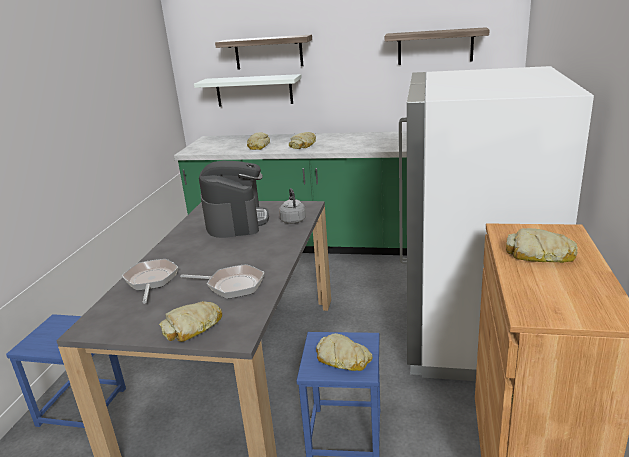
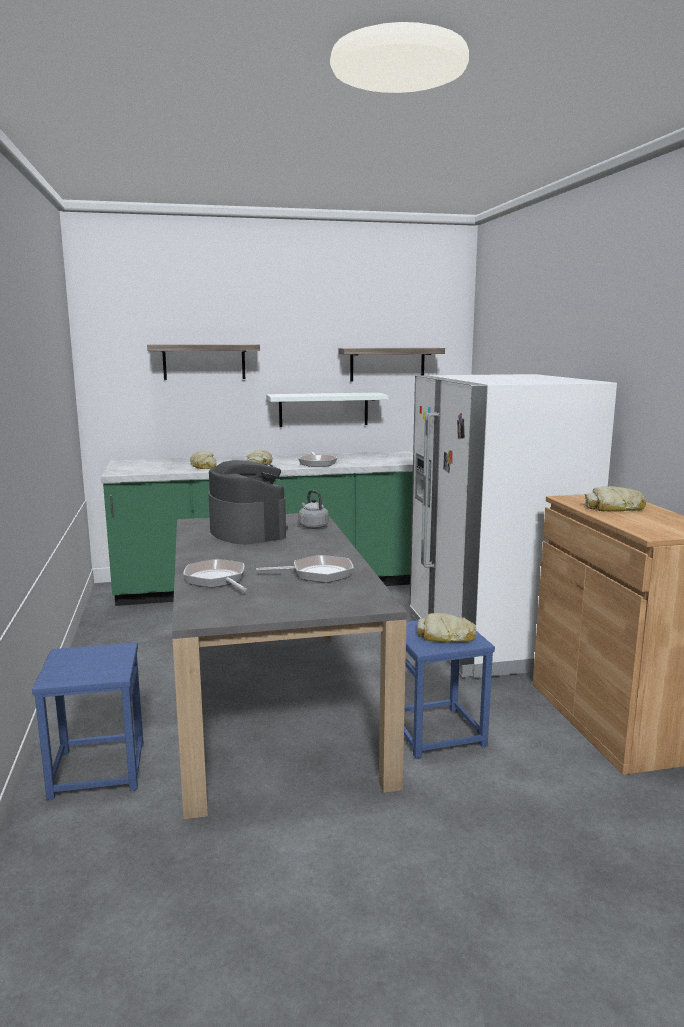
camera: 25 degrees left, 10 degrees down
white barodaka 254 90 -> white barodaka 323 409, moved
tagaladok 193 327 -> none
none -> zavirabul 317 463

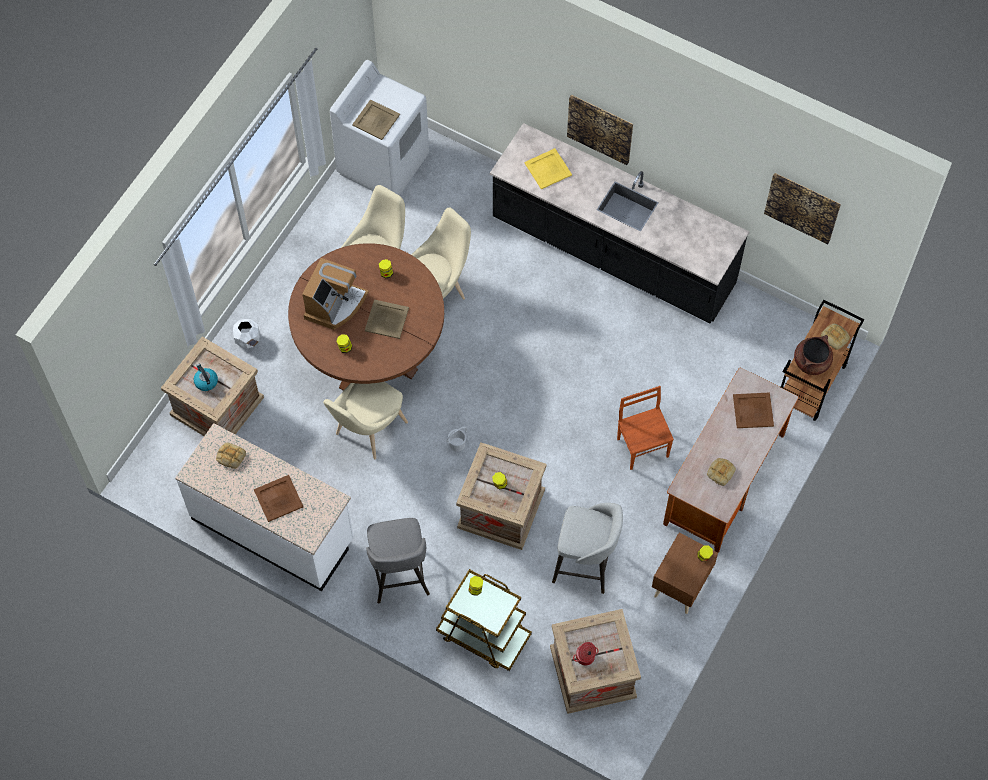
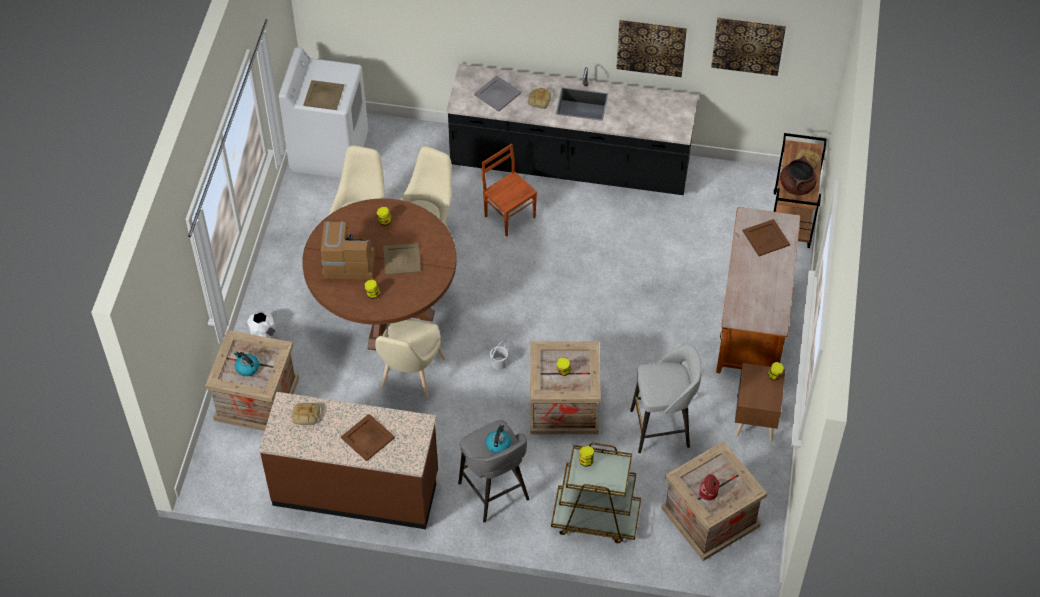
camera: 20 degrees left, 10 degrees down
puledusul 600 128 -> puledusul 651 47, moved
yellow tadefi 548 169 -> grey tadefi 498 94
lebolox 335 305 -> lebolox 348 261, 90 degrees counterclockwise
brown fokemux 643 446 -> brown fokemux 510 216, moved
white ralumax 273 528 -> brown ralumax 356 489
tagaladok 720 472 -> tagaladok 539 99, moved
none -> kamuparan 498 444

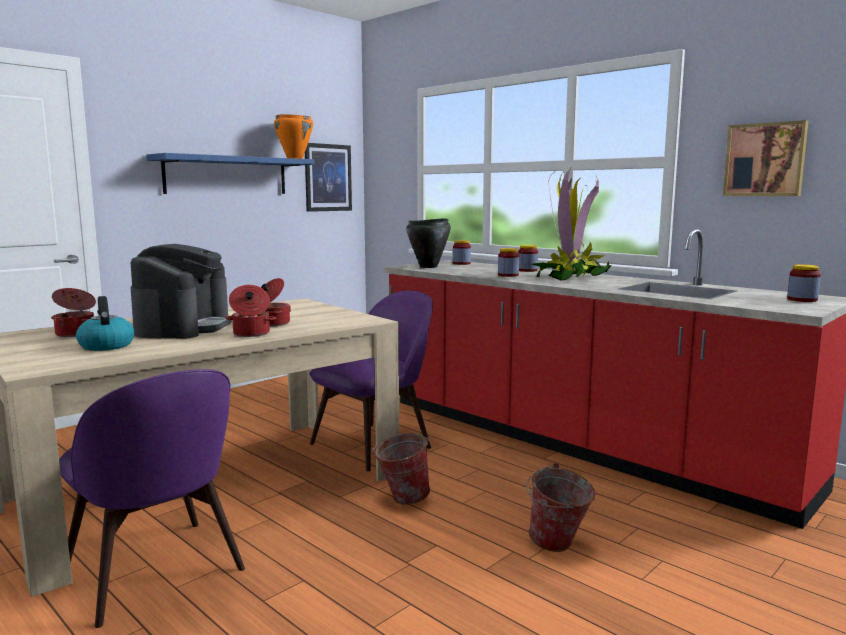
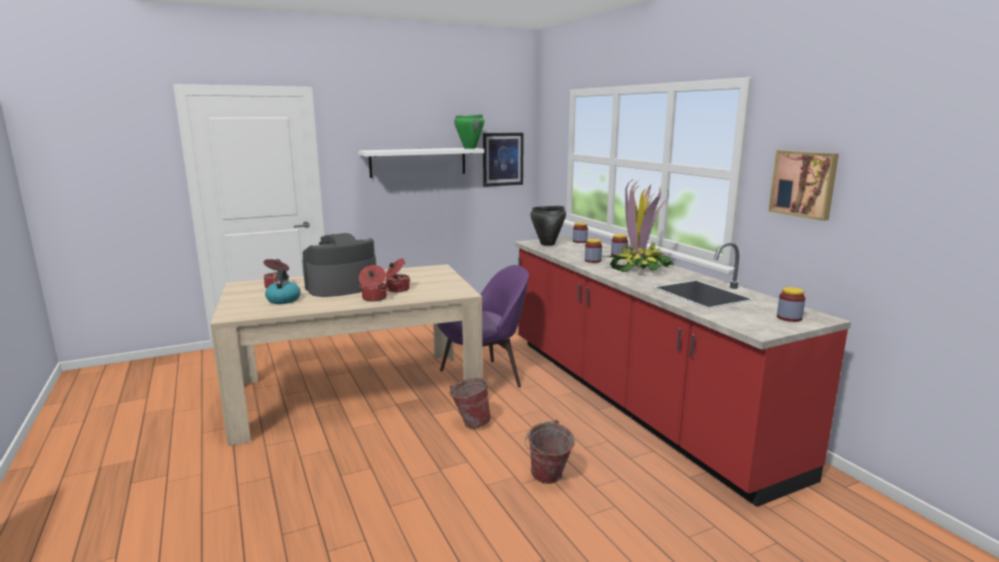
camera: 20 degrees right, 5 degrees up
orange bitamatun 295 158 -> green bitamatun 470 148
blue barodaka 227 175 -> white barodaka 418 162
lebolox 184 327 -> lebolox 341 287, 150 degrees counterclockwise
purple fokemux 156 572 -> none

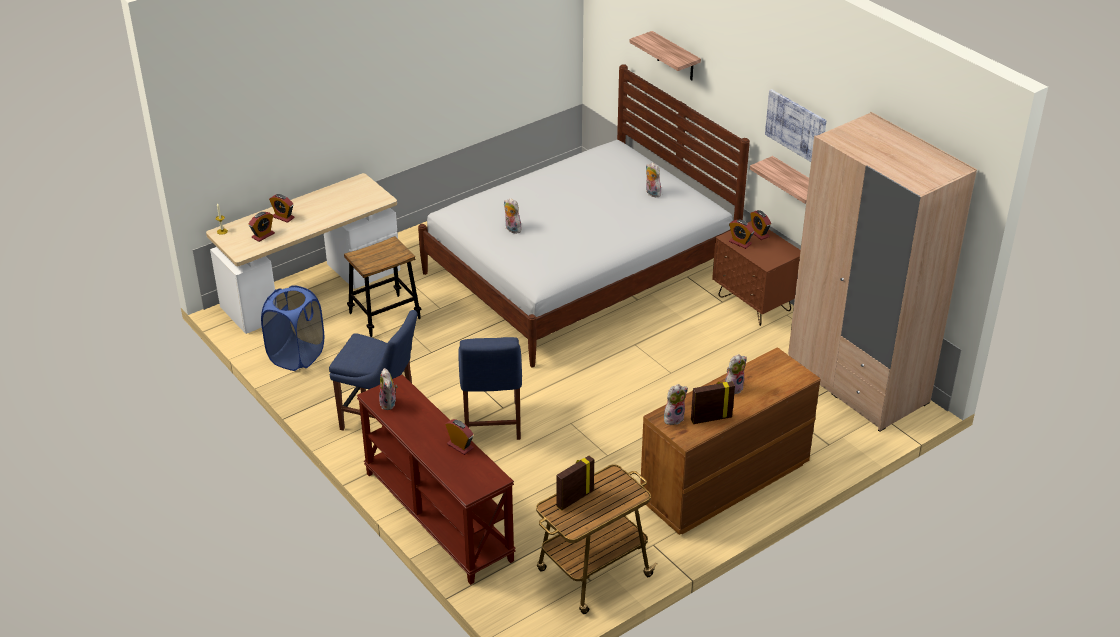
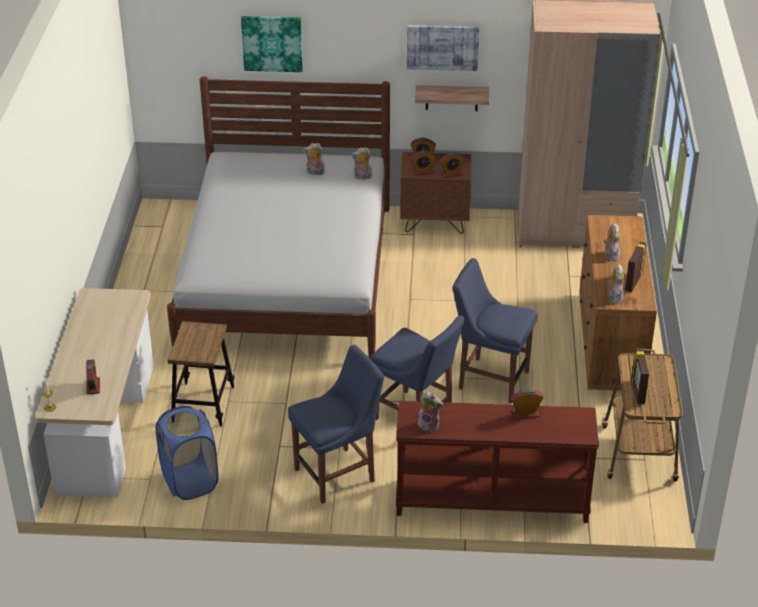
camera: 50 degrees left, 0 degrees up
barodaka 675 57 -> puledusul 272 43
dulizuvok 283 217 -> dulizuvok 451 174, moved
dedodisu 511 229 -> dedodisu 362 177, moved
none -> blue fokemux 490 378

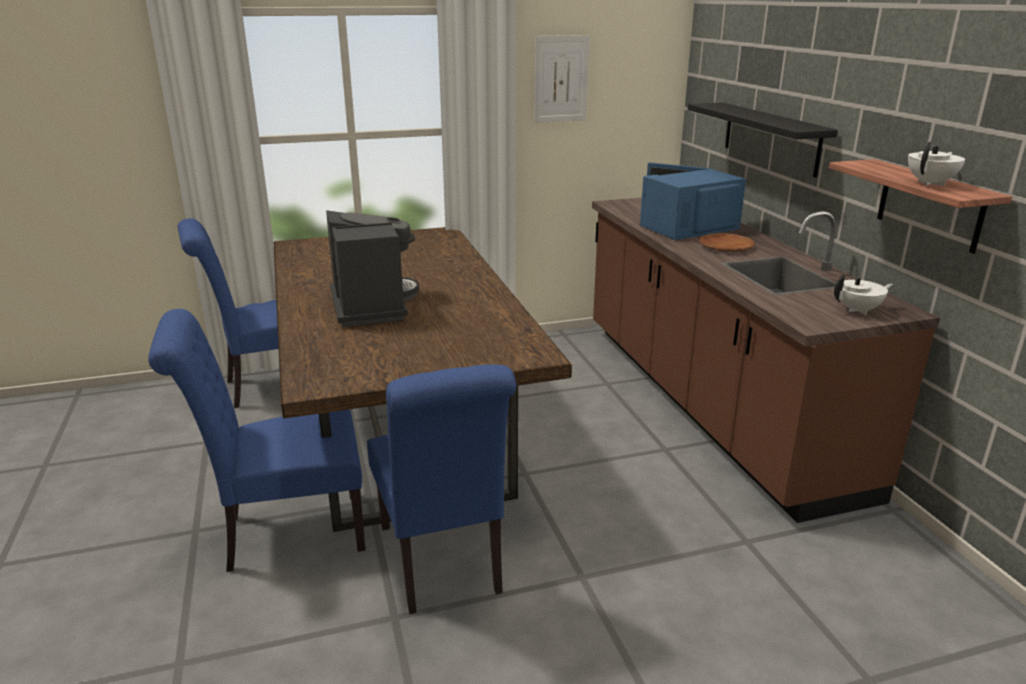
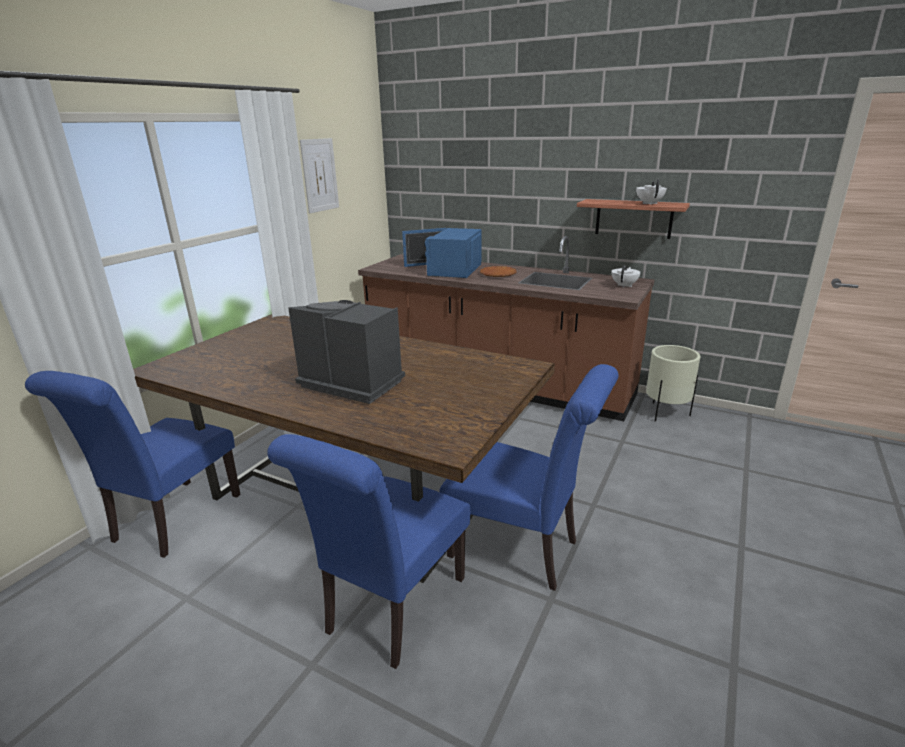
camera: 45 degrees left, 0 degrees up
black barodaka 770 138 -> none
none -> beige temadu 666 413

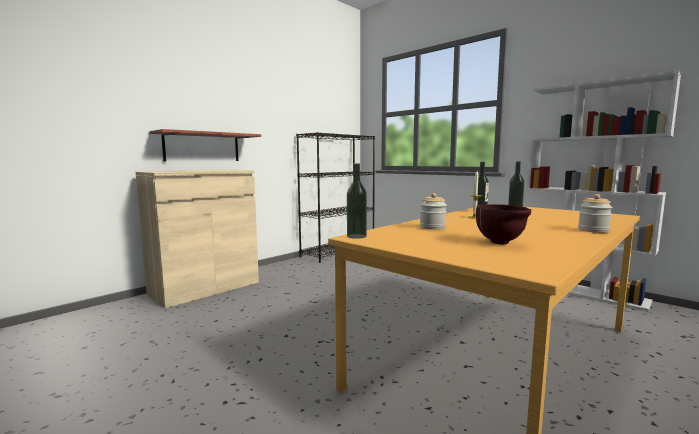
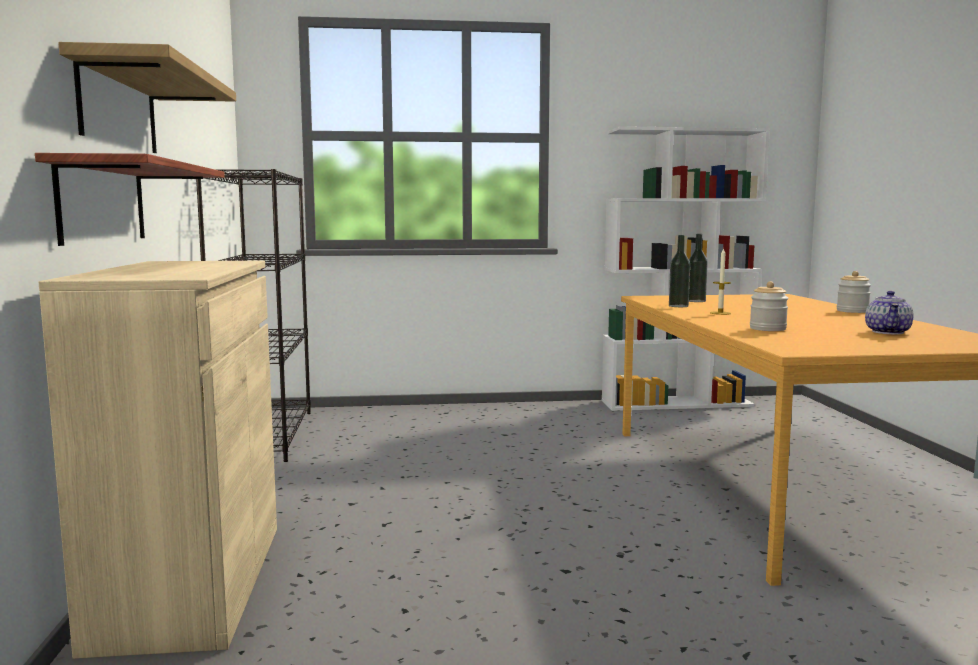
camera: 50 degrees left, 0 degrees up
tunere 356 236 -> none
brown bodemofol 501 243 -> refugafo 888 332
none -> barodaka 118 108

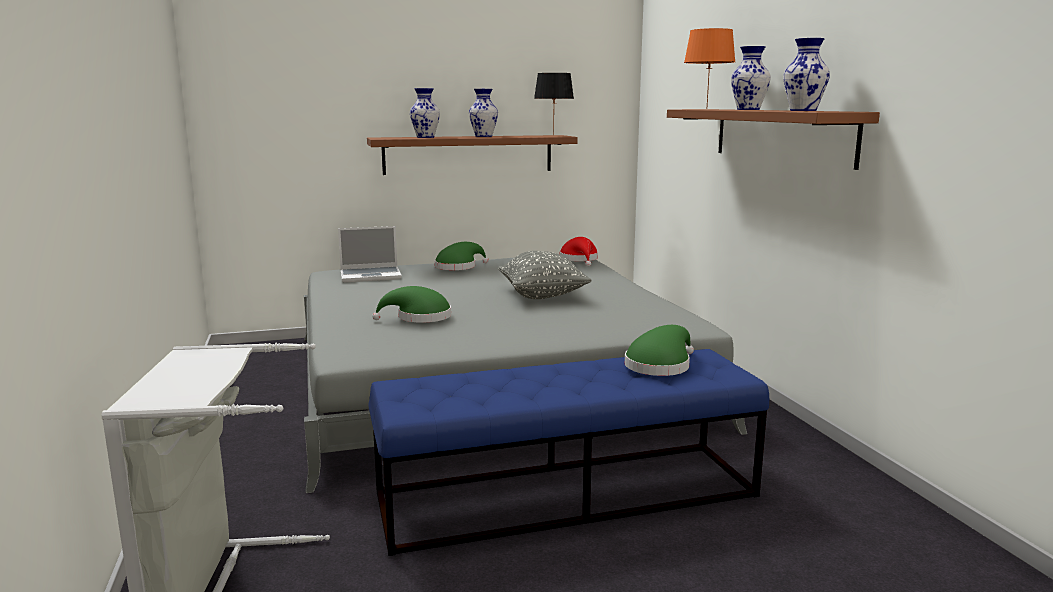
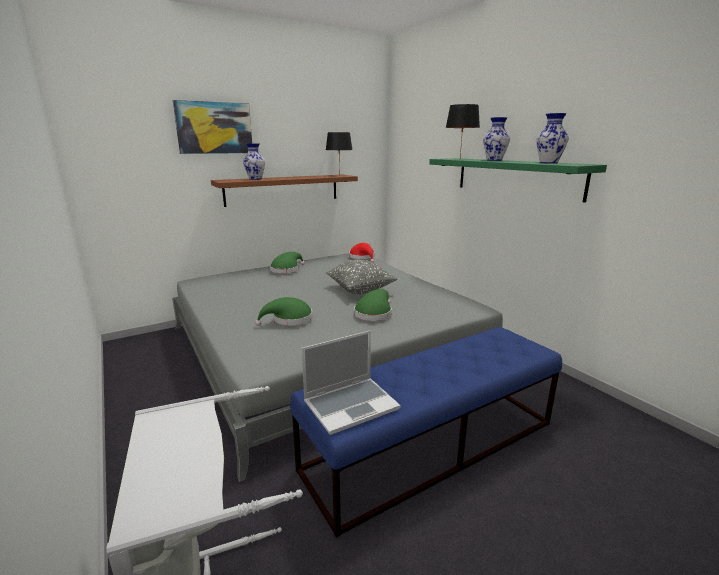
camera: 15 degrees left, 5 degrees up
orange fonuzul 707 109 -> black fonuzul 460 159
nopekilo 483 136 -> none
brown barodaka 781 135 -> green barodaka 516 177
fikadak 371 276 -> fikadak 351 405, moved
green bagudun 660 365 -> green bagudun 374 313, moved
none -> puledusul 214 128

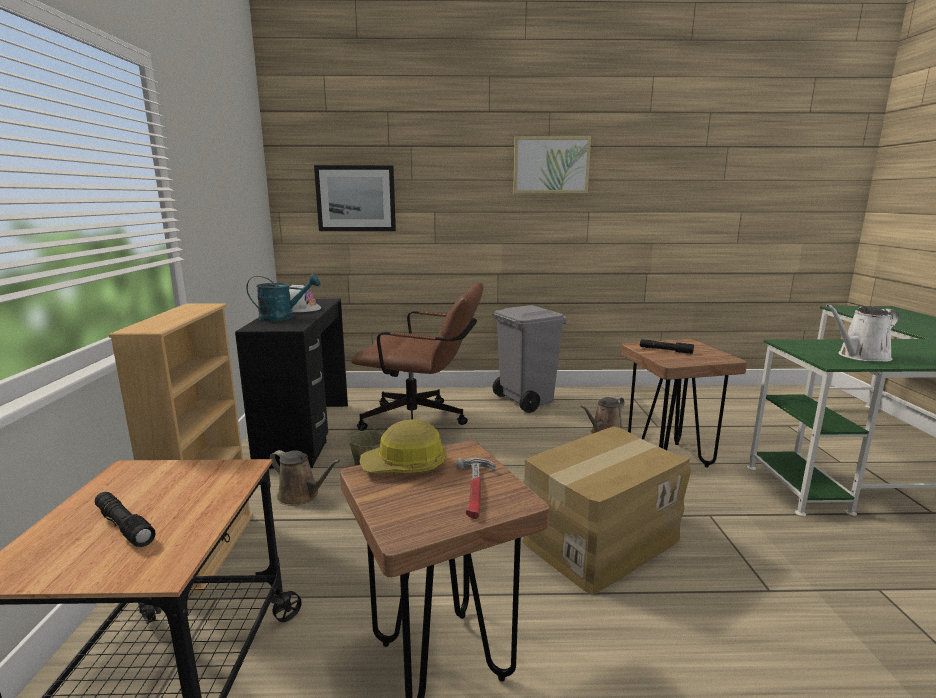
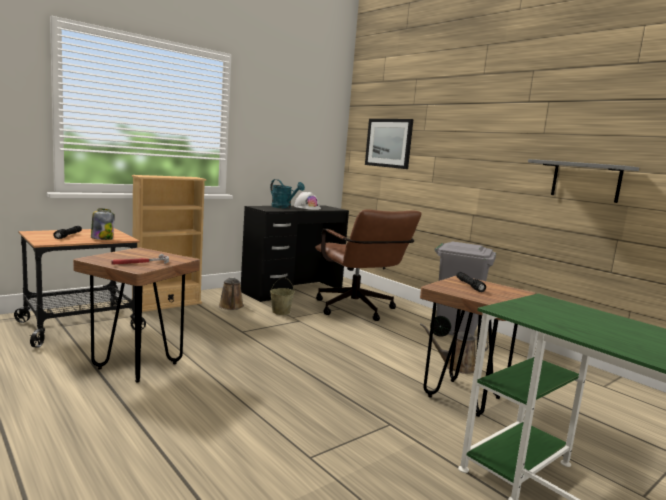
camera: 50 degrees right, 5 degrees down
puledusul 551 165 -> none
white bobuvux 860 356 -> none
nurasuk 405 466 -> none
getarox 599 540 -> none
none -> grey barodaka 585 181
none -> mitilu 102 238

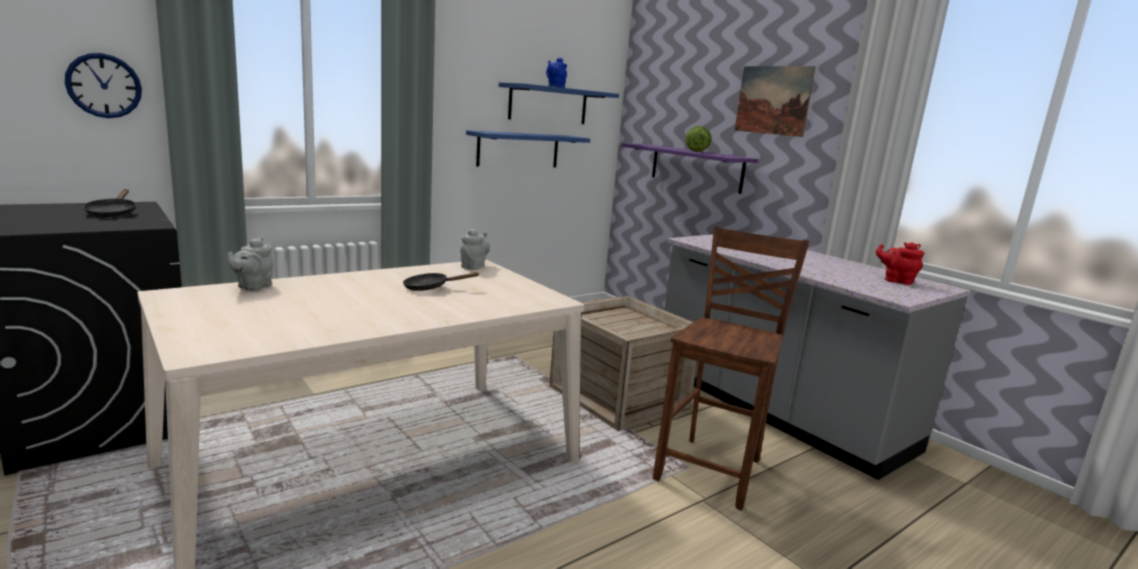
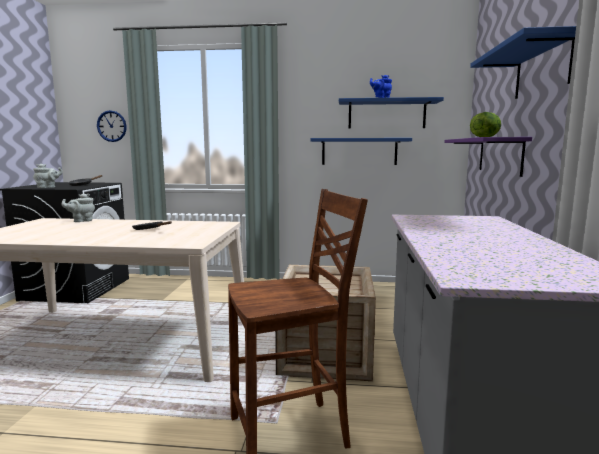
camera: 45 degrees right, 5 degrees down
puledusul 773 100 -> blue barodaka 542 69
grey refugafo 474 266 -> grey refugafo 48 187, moved
red refugafo 896 281 -> none

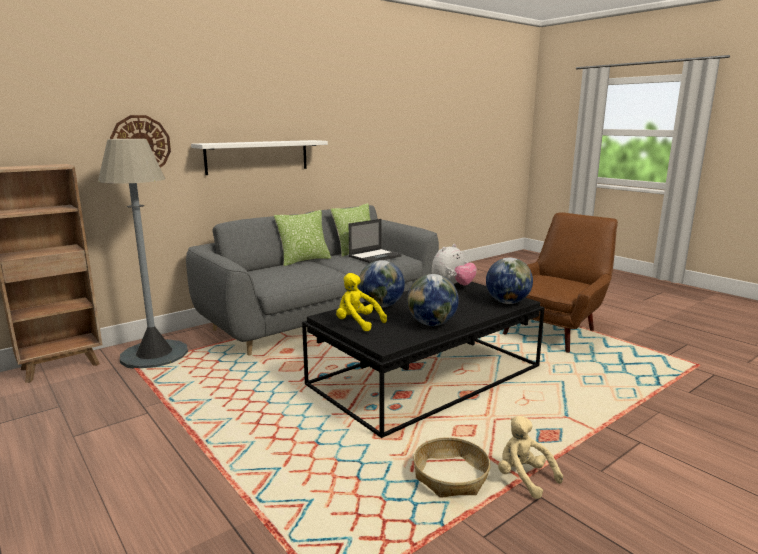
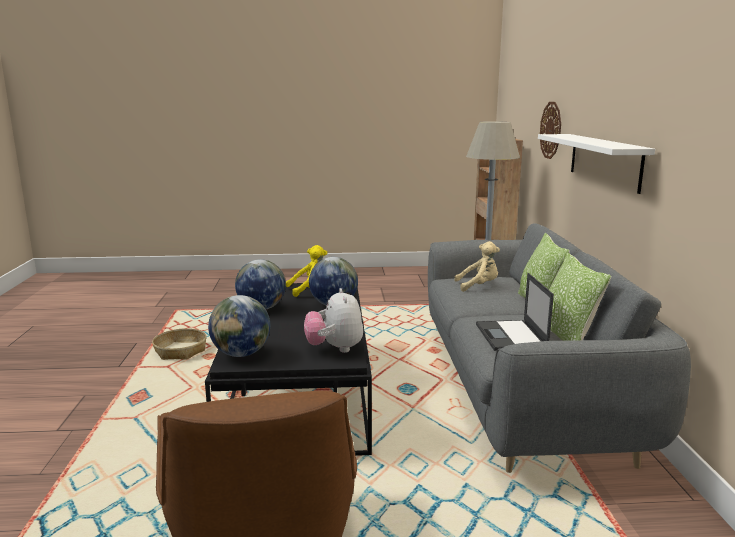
camera: 125 degrees right, 0 degrees up
beige dedodisu 524 478 -> beige dedodisu 478 286, moved

